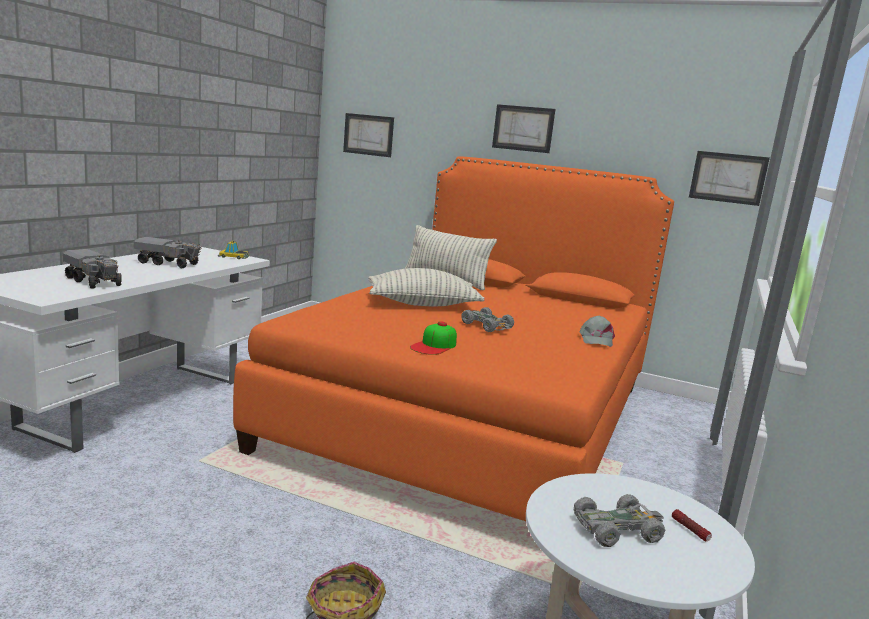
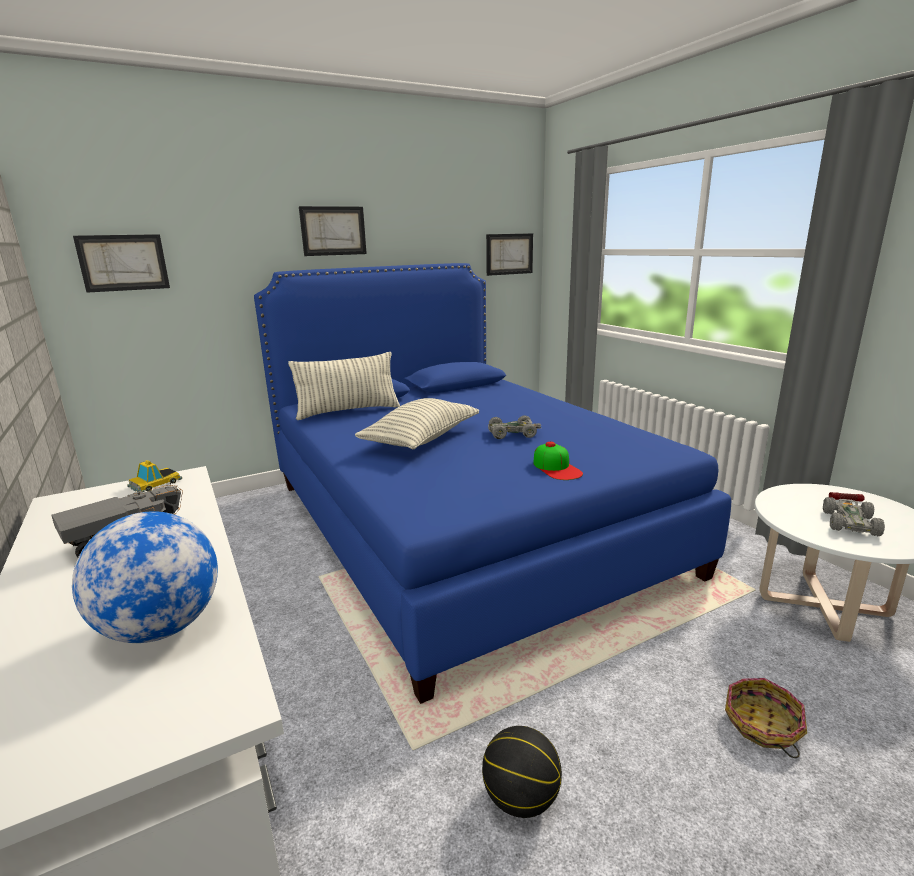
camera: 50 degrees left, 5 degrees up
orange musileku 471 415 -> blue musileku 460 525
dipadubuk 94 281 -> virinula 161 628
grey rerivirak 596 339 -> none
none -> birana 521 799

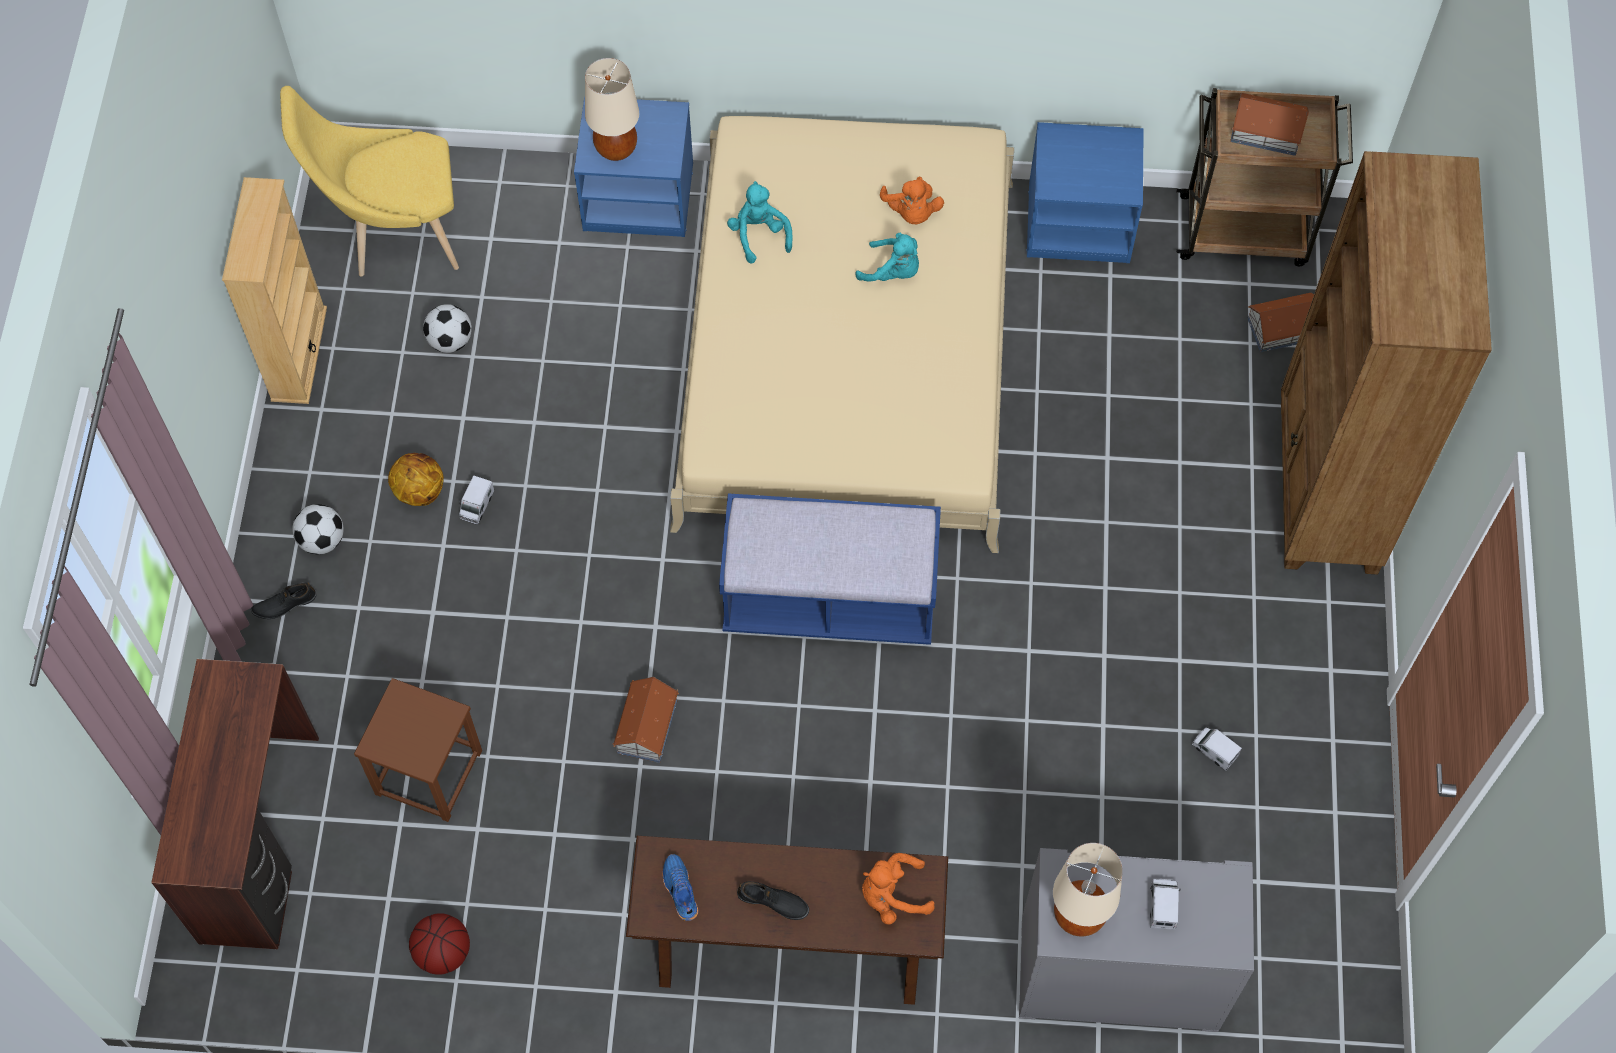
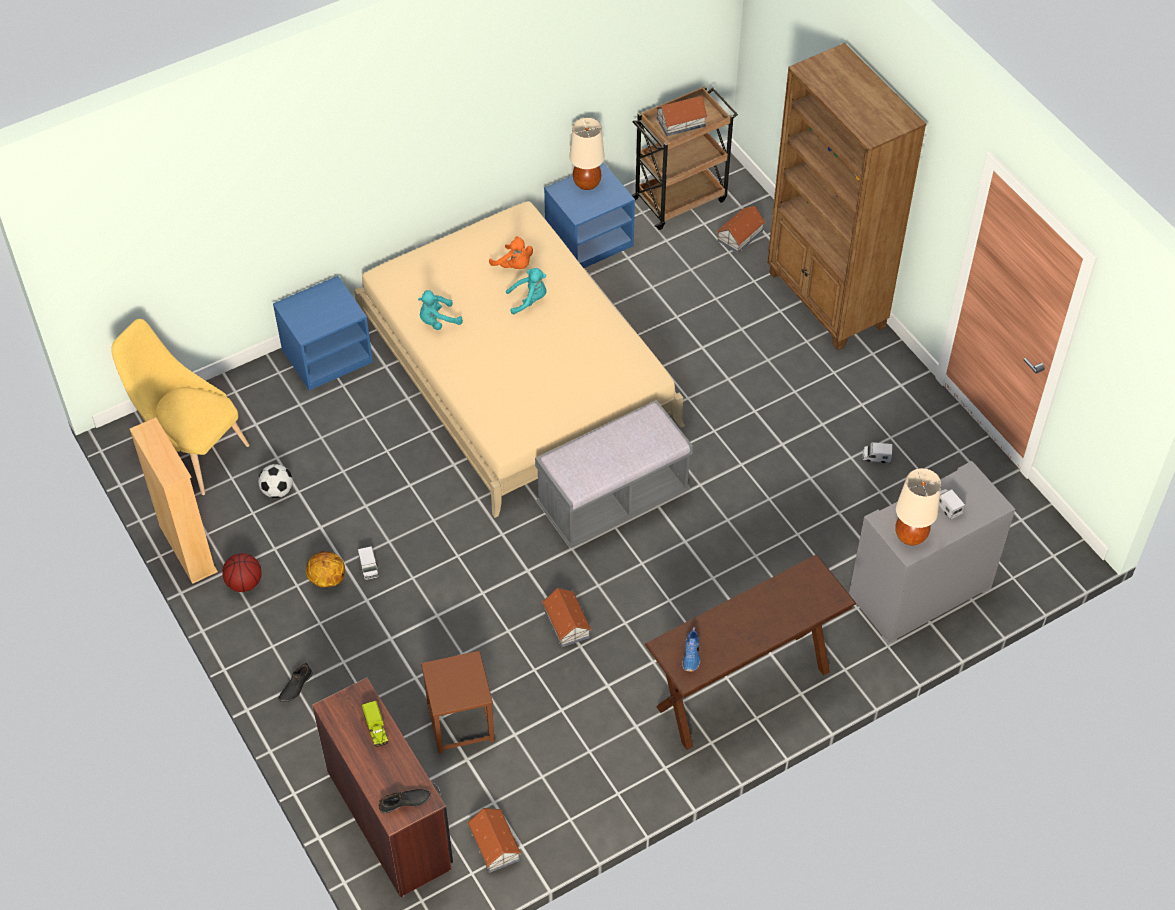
camera: 35 degrees left, 10 degrees down
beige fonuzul 616 149 -> beige fonuzul 587 183, moved
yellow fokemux 396 233 -> yellow fokemux 193 452, 75 degrees clockwise
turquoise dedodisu 759 235 -> turquoise dedodisu 438 321, 60 degrees counterclockwise
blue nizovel 829 598 -> grey nizovel 613 500
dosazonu 322 540 -> none
orange dedodisu 892 896 -> none
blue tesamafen 679 890 -> blue tesamafen 692 655, 120 degrees counterclockwise
black tesamafen 773 903 -> black tesamafen 405 803, moved
birana 443 953 -> birana 245 583, moved
none -> dipadubuk 376 729
none -> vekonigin 494 845

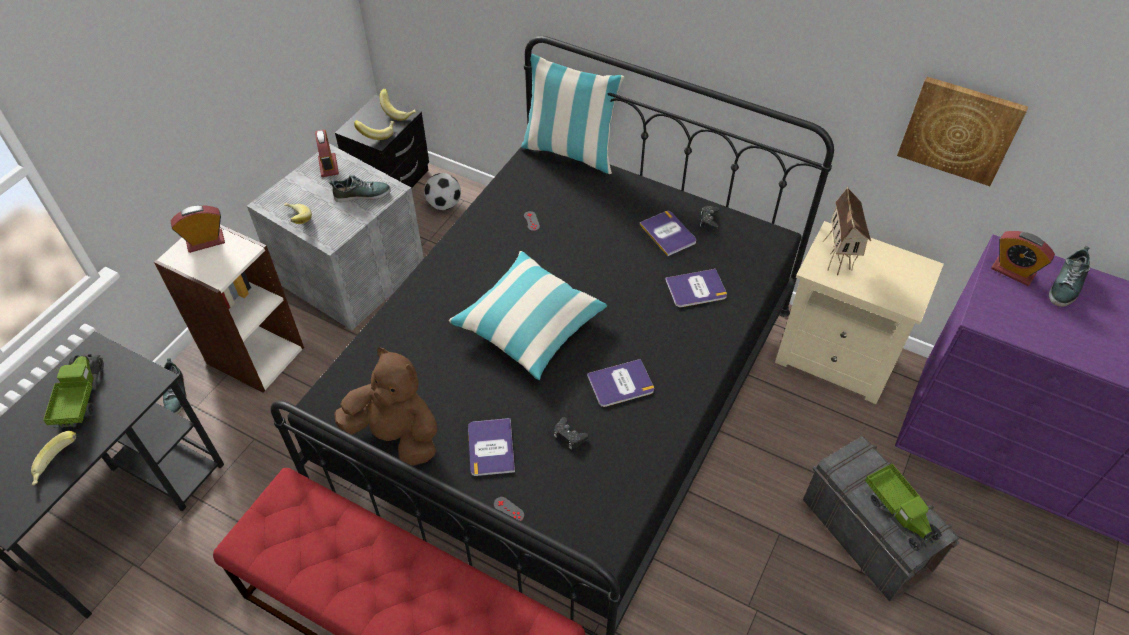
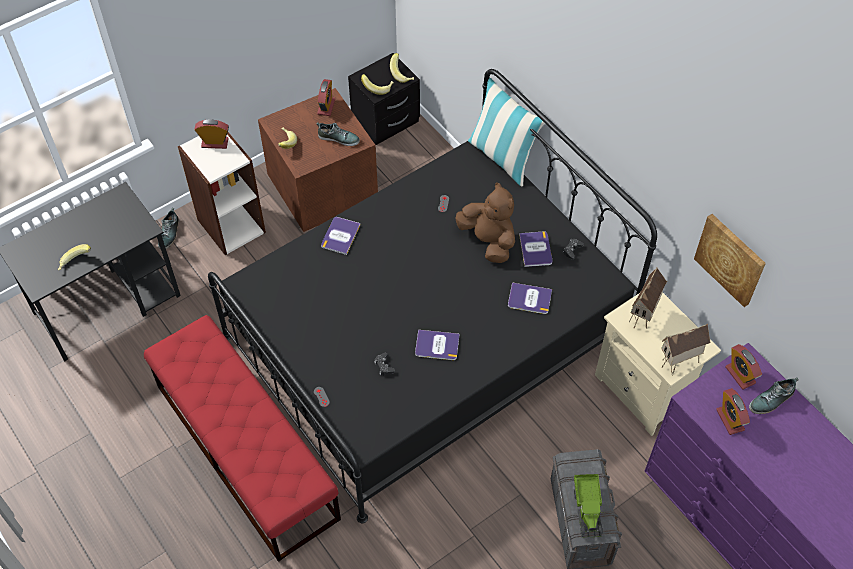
camera: 25 degrees right, 5 degrees up
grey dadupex 350 271 -> brown dadupex 323 185
dosazonu 444 204 -> none
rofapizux 529 324 -> none
brown dedodisu 396 435 -> brown dedodisu 488 241, moved
dipadubuk 81 397 -> none
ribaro 491 447 -> ribaro 340 236, moved
none -> vekonigin 678 364
none -> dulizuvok 730 420

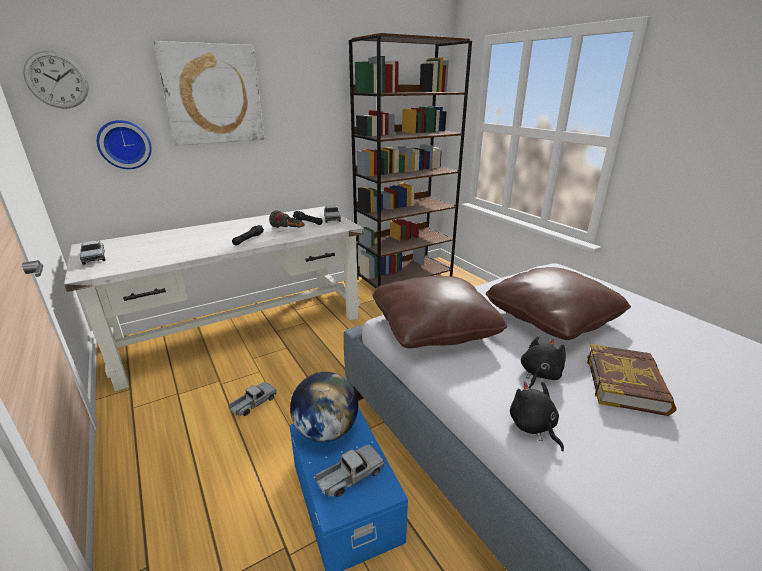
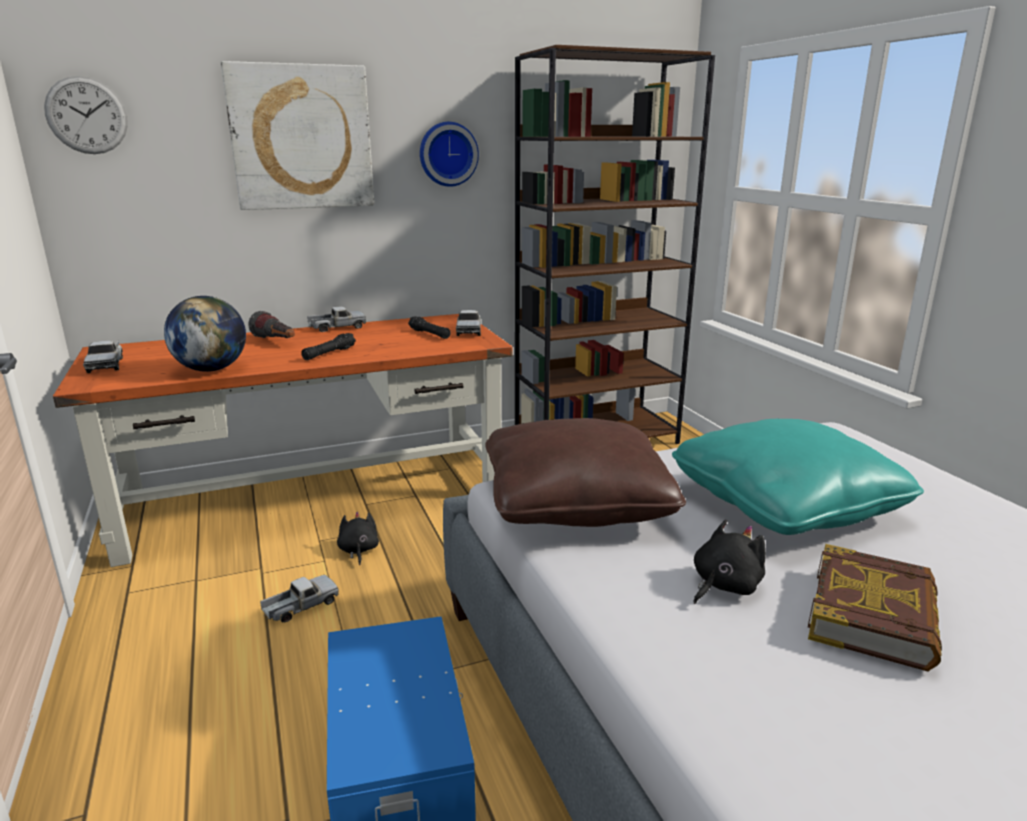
camera: 10 degrees right, 5 degrees down
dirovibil 124 144 -> dirovibil 447 154, moved
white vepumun 242 328 -> orange vepumun 316 496
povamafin 289 230 -> povamafin 276 342, moved
brown rofapizux 551 318 -> turquoise rofapizux 784 504
virinula 326 430 -> virinula 211 369, moved
black dedodisu 533 427 -> black dedodisu 358 550, moved
dipadubuk 350 476 -> dipadubuk 337 328, moved

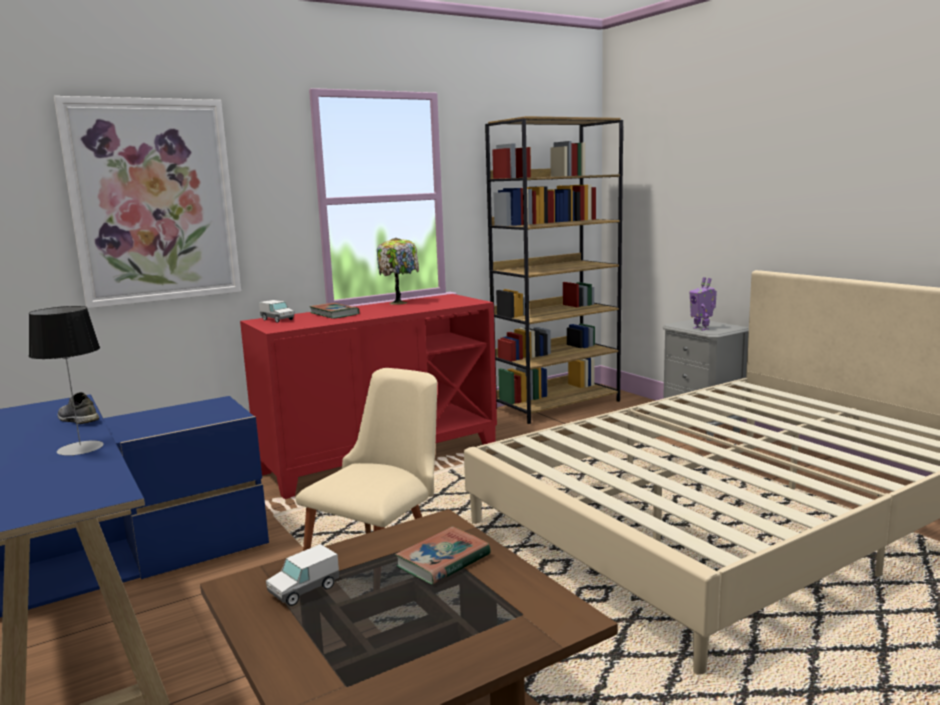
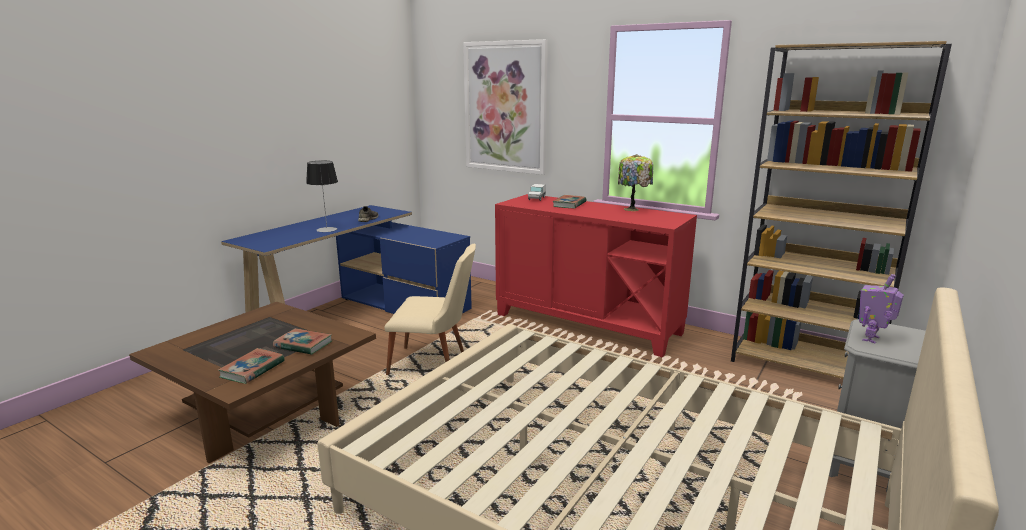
camera: 65 degrees right, 5 degrees up
dipadubuk 304 590 -> none
none -> ribaro 252 369

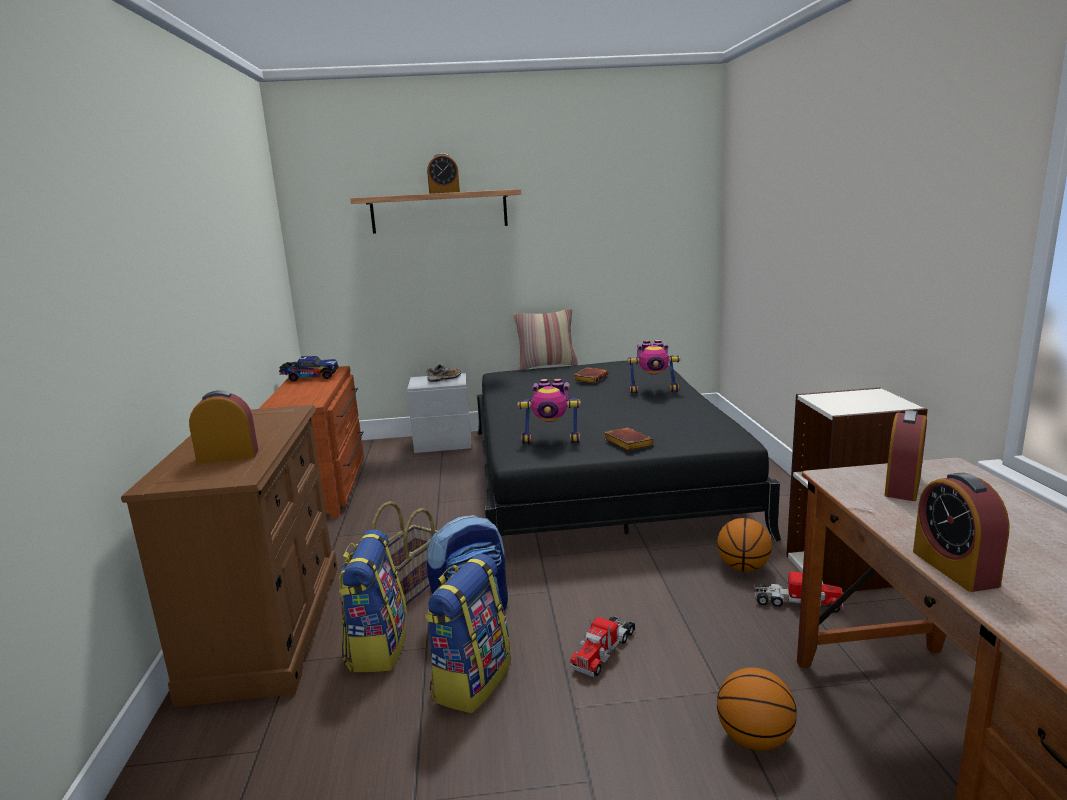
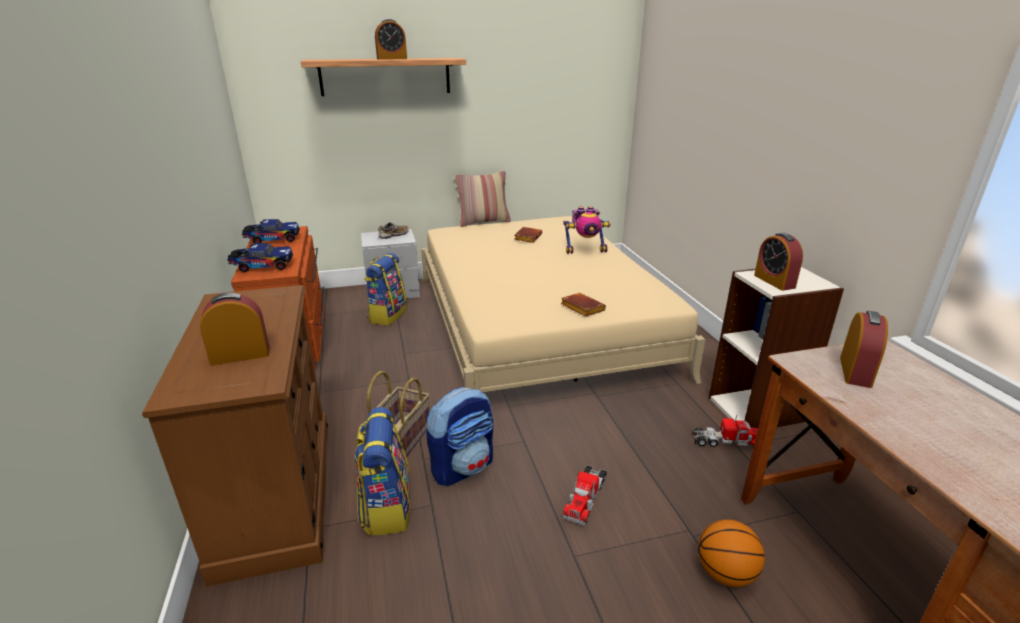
camera: 10 degrees left, 10 degrees up
black musileku 598 476 -> beige musileku 538 323
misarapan 551 440 -> none
dulizuvok 954 568 -> dulizuvok 774 281, moved
birana 743 567 -> none
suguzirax 471 680 -> suguzirax 387 315, moved
none -> dipadubuk 262 266

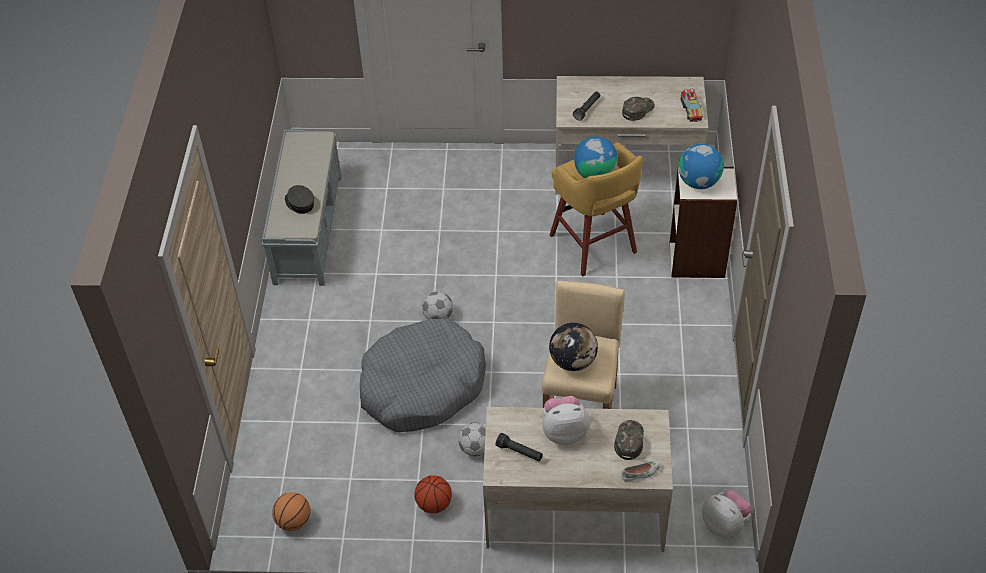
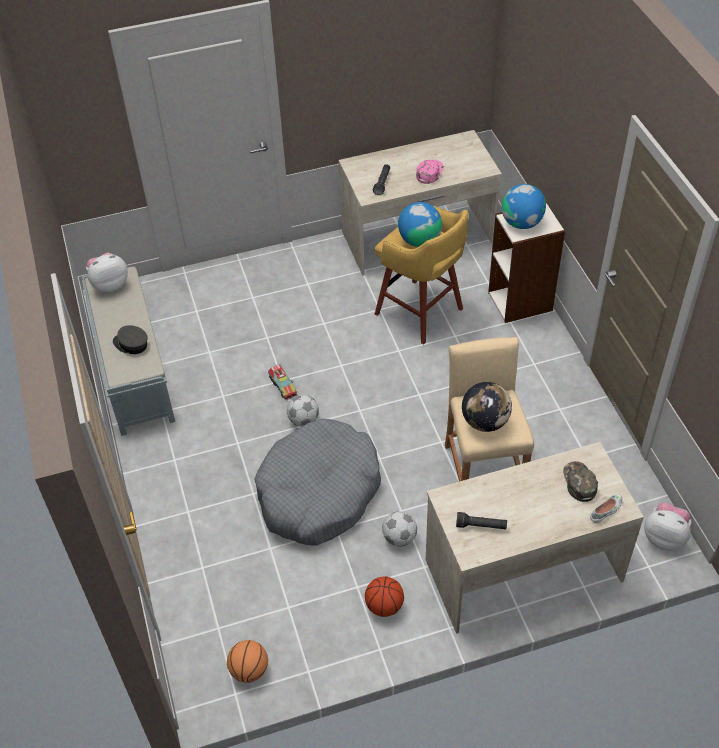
camera: 20 degrees left, 0 degrees up
dipadubuk 691 109 -> dipadubuk 282 385, moved
green rerivirak 637 109 -> pink rerivirak 429 172
dedodisu 564 432 -> dedodisu 109 284, moved

